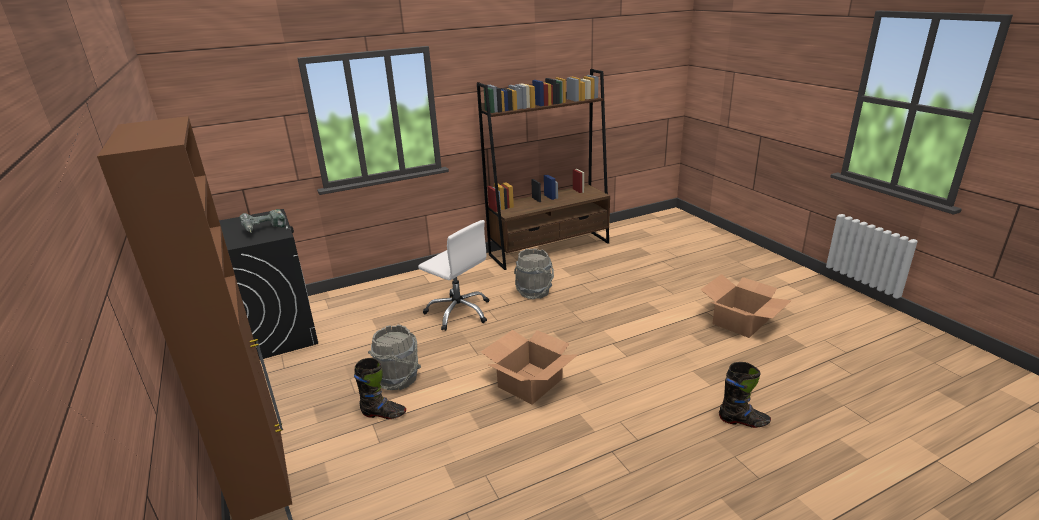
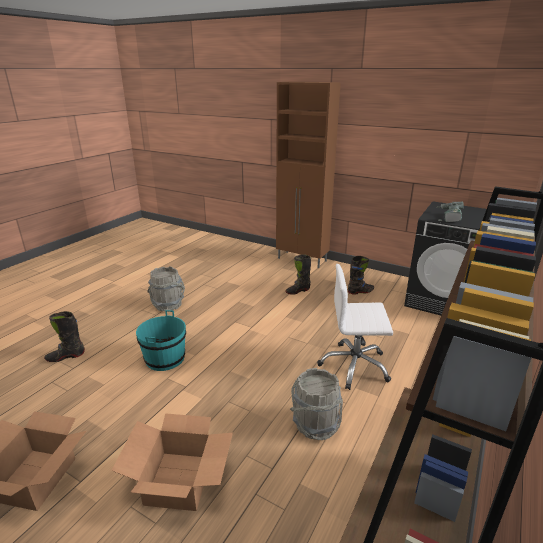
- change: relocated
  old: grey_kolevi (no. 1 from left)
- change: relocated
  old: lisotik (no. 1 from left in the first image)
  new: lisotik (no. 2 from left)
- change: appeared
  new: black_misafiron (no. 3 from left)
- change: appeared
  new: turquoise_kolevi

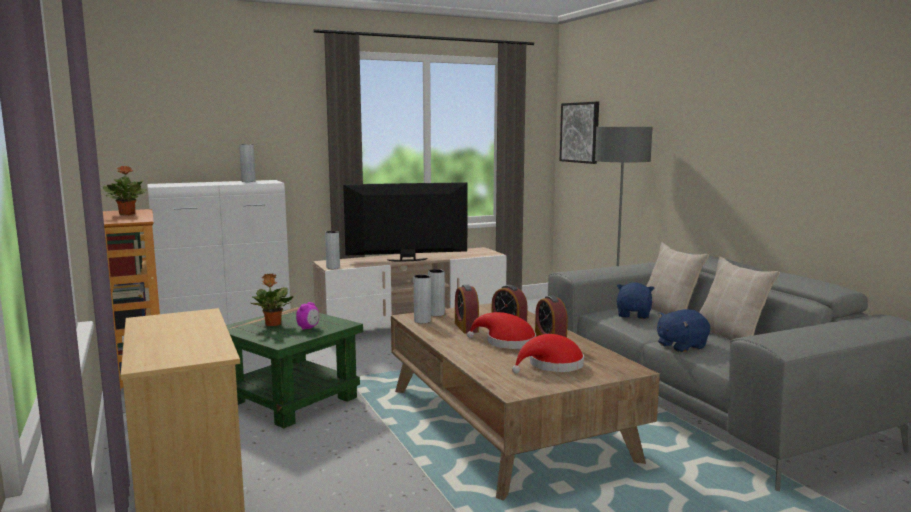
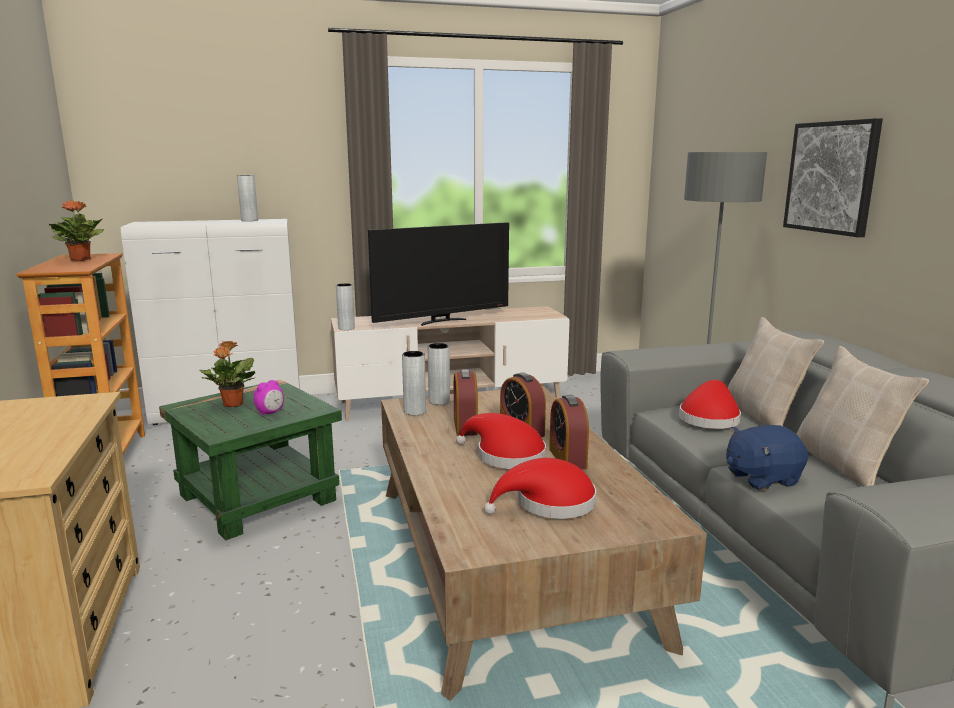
- change: relocated
  old: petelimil
- change: spun
  old: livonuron
  degrees: 150
- change: exchanged
  old: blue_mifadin (no. 1 from left)
  new: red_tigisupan (no. 3 from left)

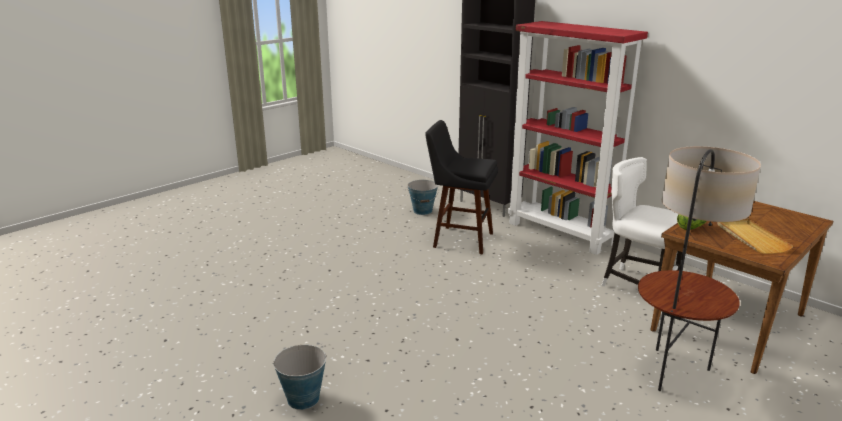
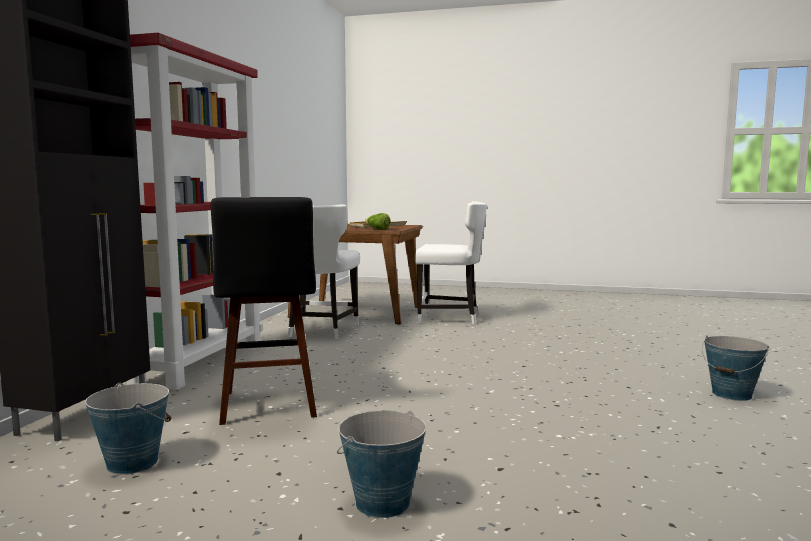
- change: exchanged
  old: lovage
  new: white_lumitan (no. 2 from left)
- change: appeared
  new: kolevi (no. 2 from left)

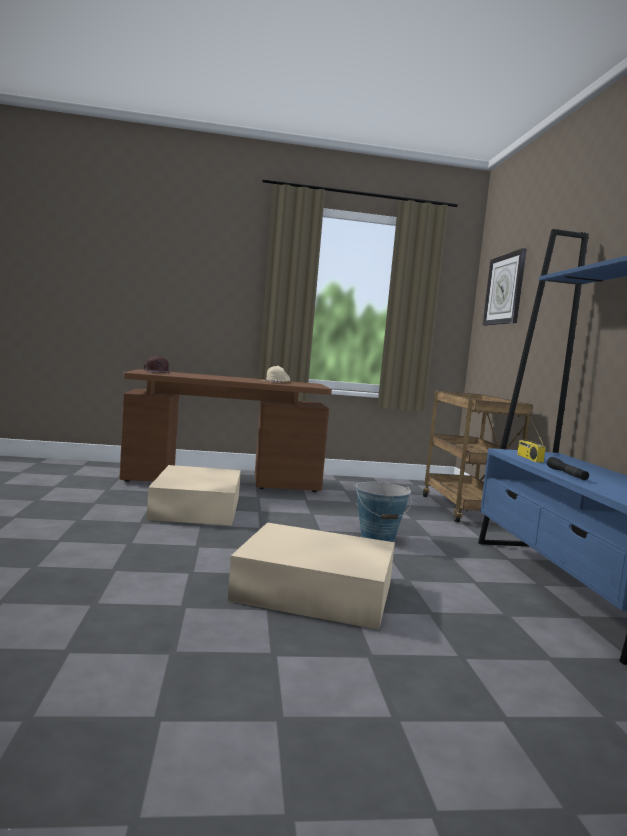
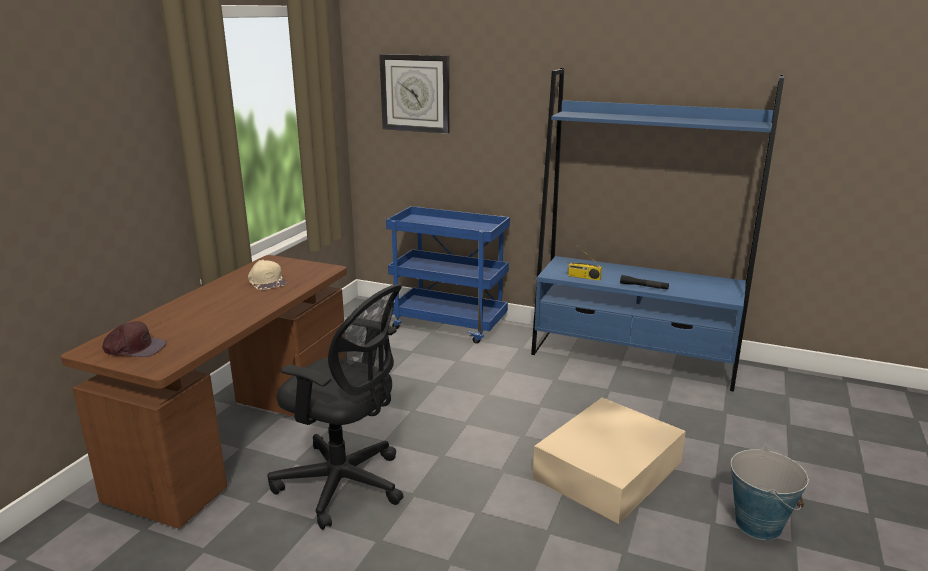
- change: colour
  old: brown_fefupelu
  new: blue_fefupelu
- change: exchanged
  old: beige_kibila (no. 1 from left)
  new: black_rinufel
- change: relocated
  old: kolevi

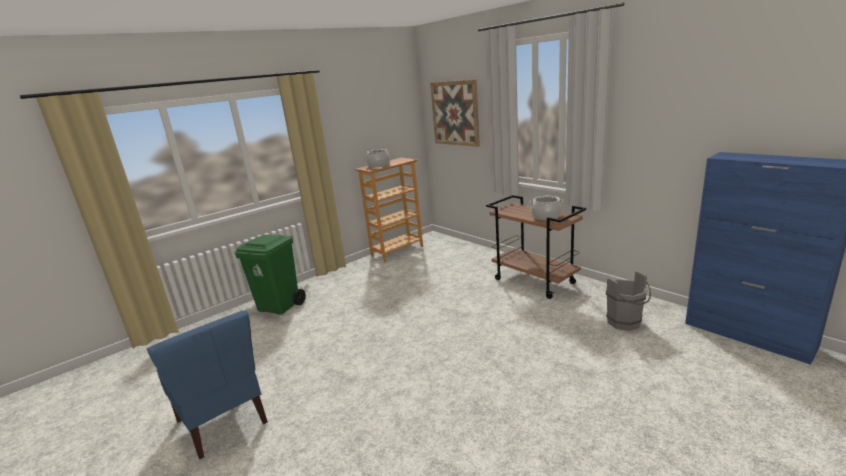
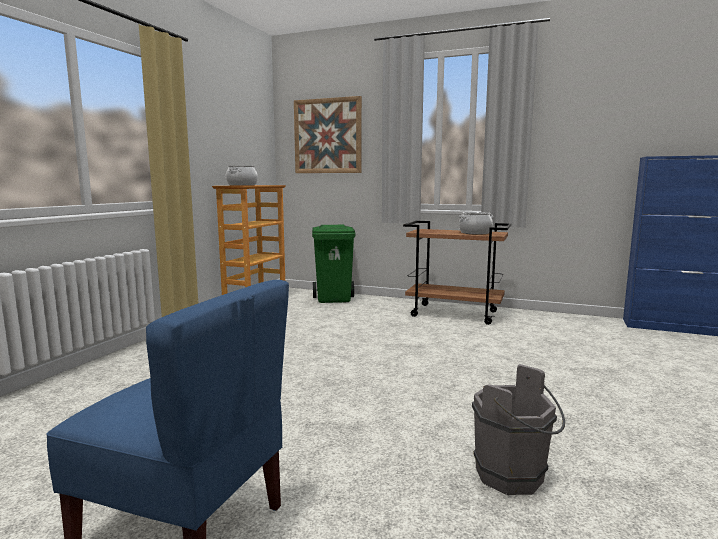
- change: relocated
  old: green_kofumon
- change: relocated
  old: grey_kolevi

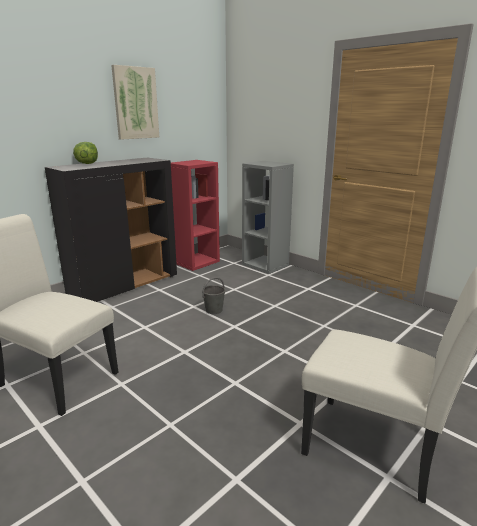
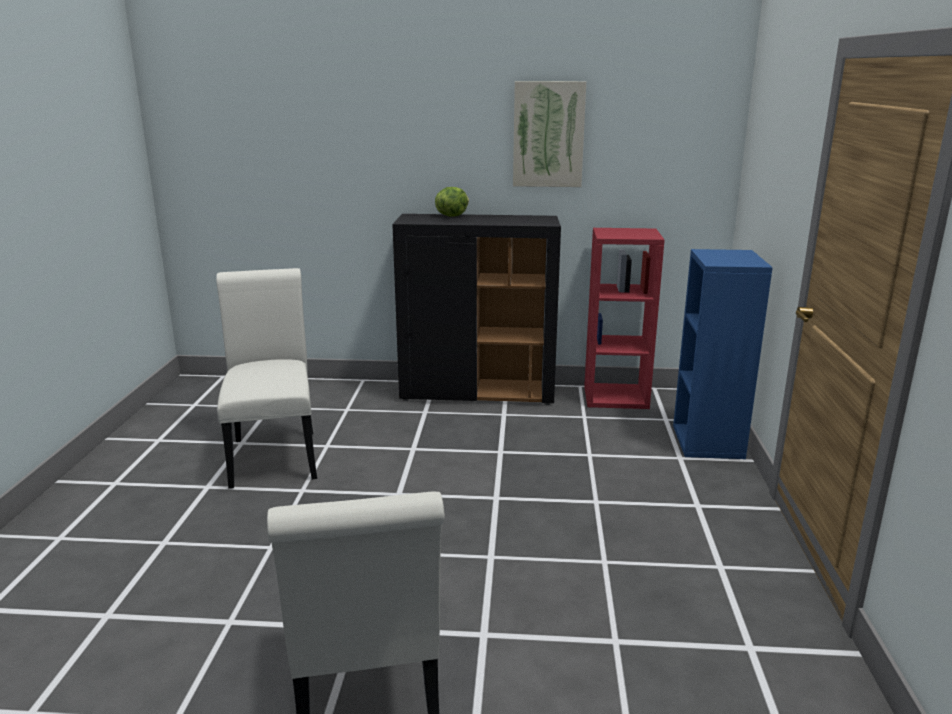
- change: colour
  old: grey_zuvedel
  new: blue_zuvedel
- change: missing
  old: grey_kolevi

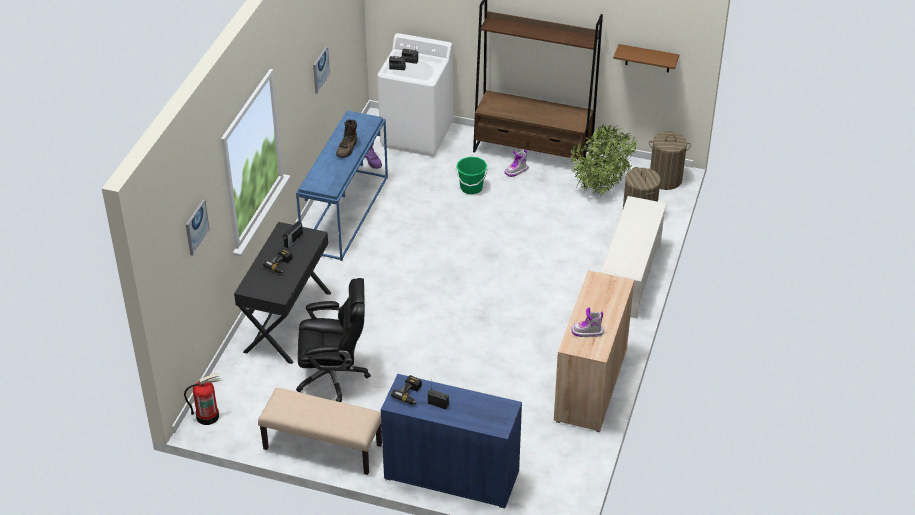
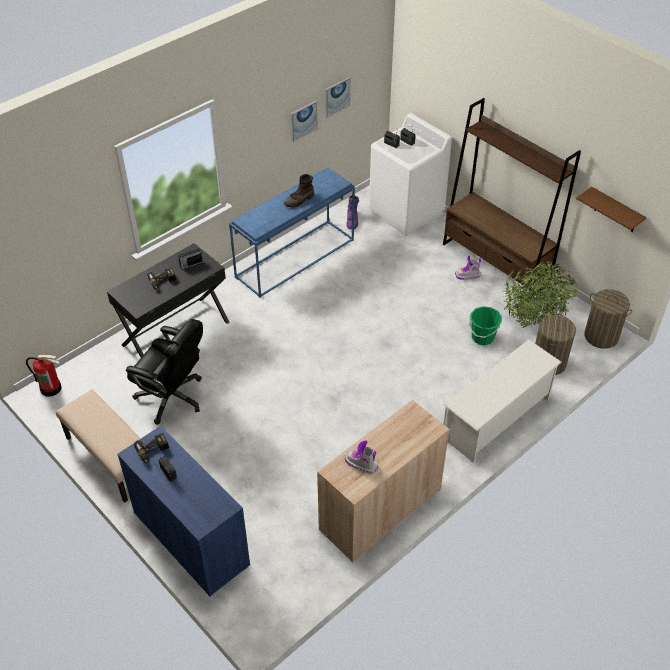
- change: relocated
  old: green_kolevi
- change: relocated
  old: petelimil (no. 1 from left in the first image)
  new: petelimil (no. 2 from left)

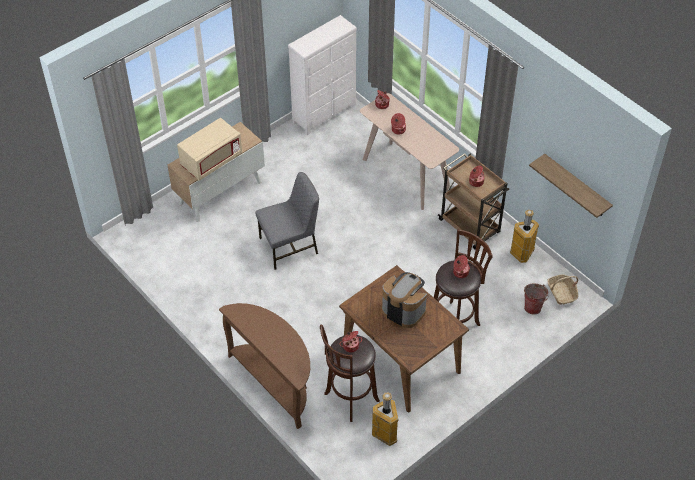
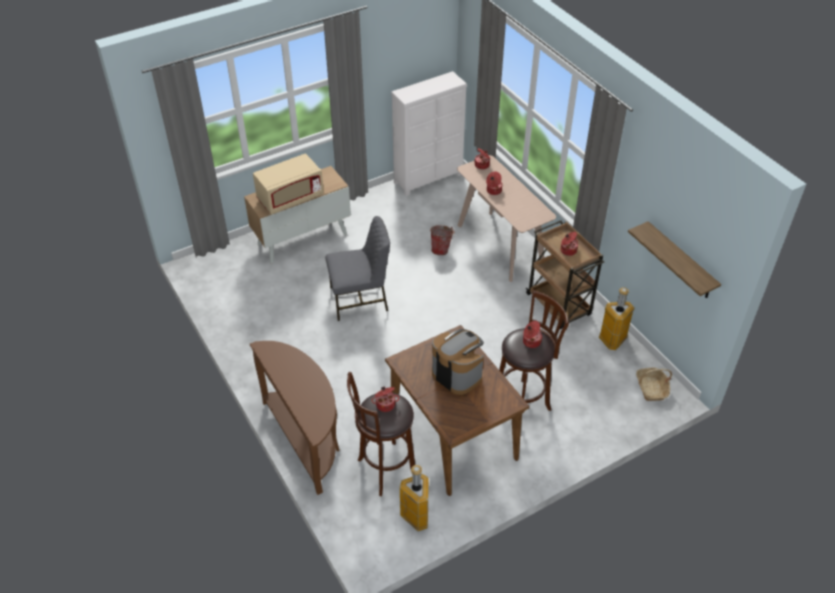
- change: relocated
  old: kolevi

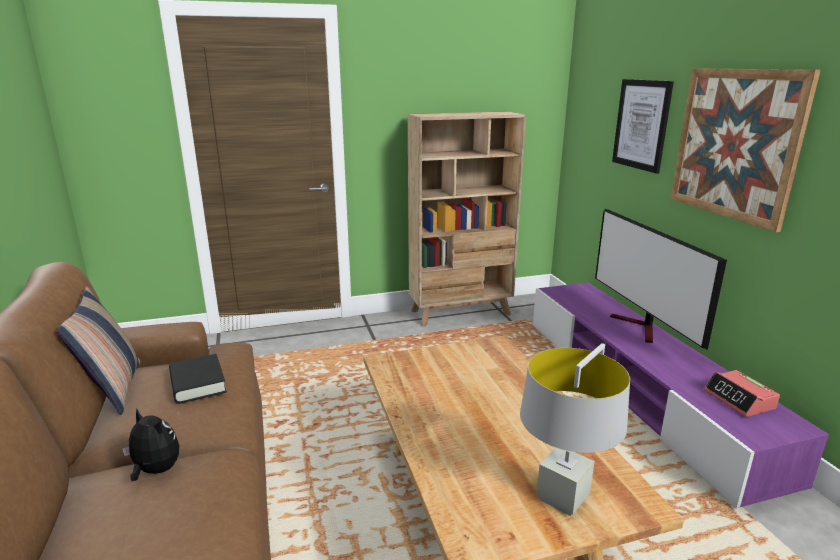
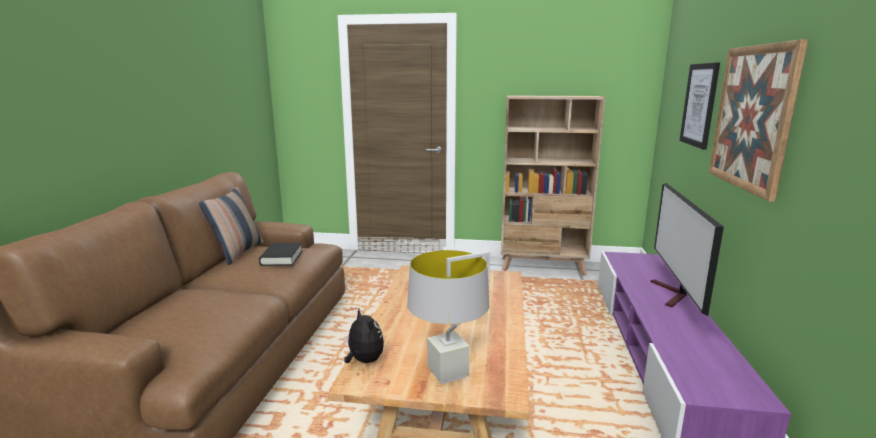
- change: missing
  old: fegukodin
- change: relocated
  old: mifadin

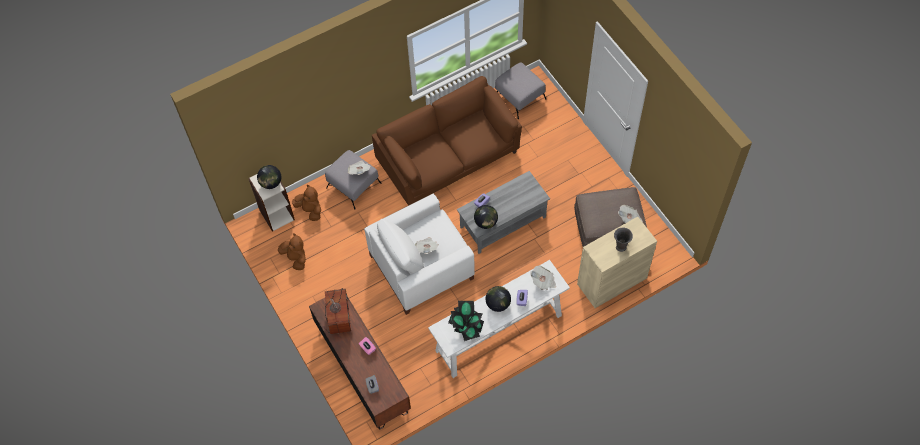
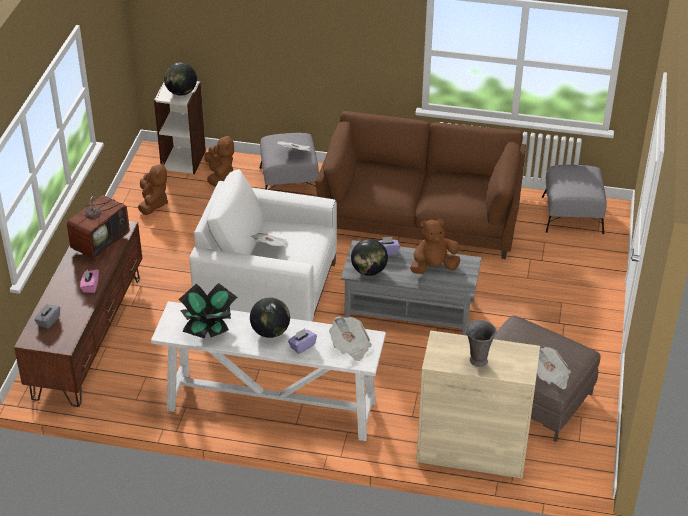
- change: appeared
  new: brown_mifadin (no. 3 from left)

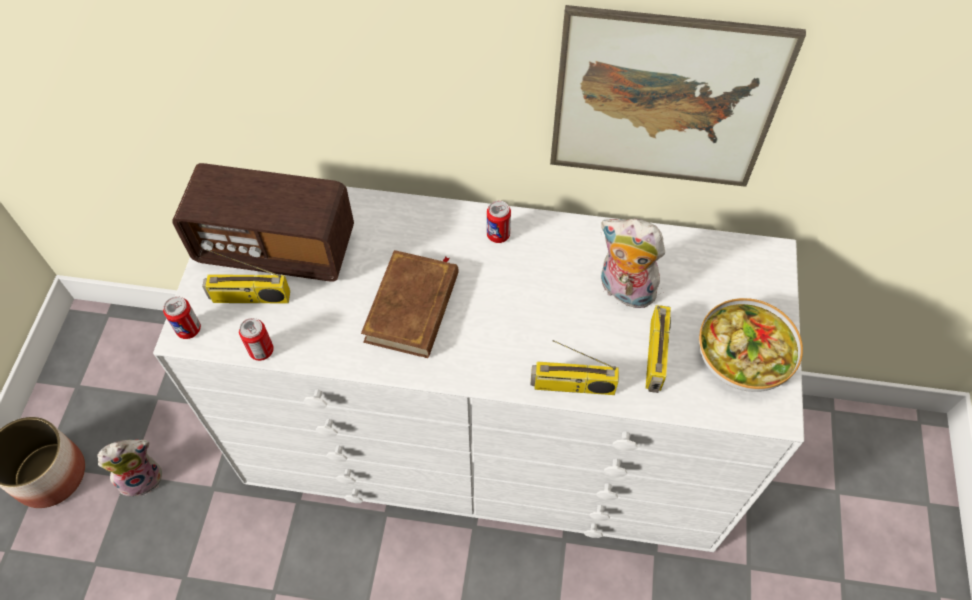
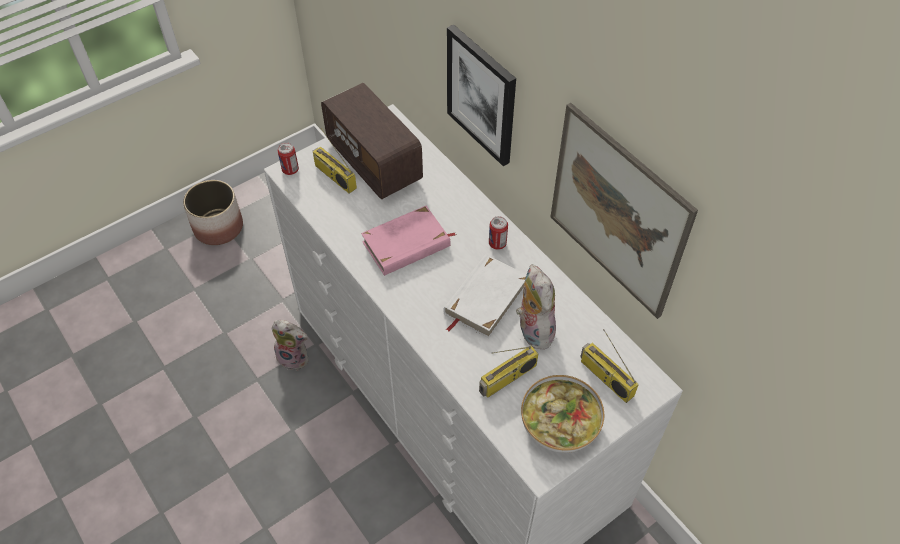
- change: colour
  old: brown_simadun
  new: pink_simadun
- change: missing
  old: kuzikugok (no. 2 from left)
- change: relocated
  old: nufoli (no. 3 from left in the first image)
  new: nufoli (no. 4 from left)
- change: relocated
  old: mifadin (no. 1 from left)
- change: appeared
  new: petelimil (no. 1 from left)
- change: appeared
  new: white_simadun

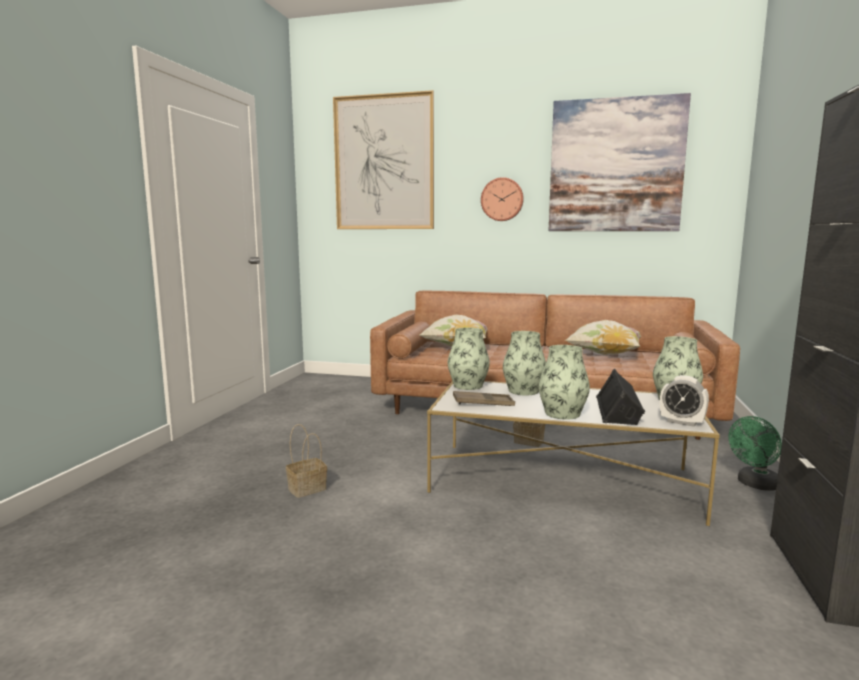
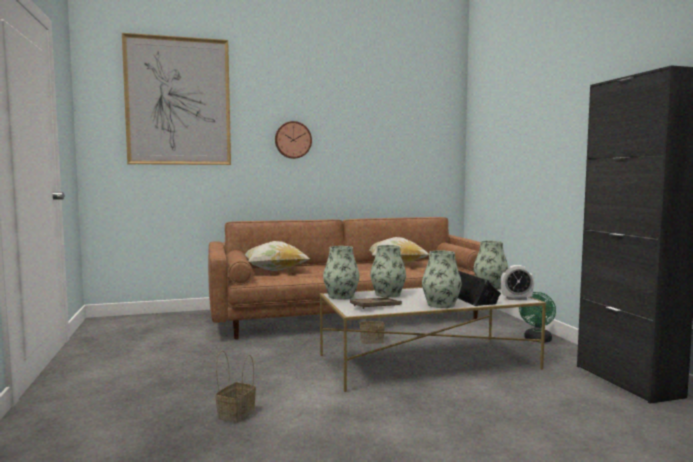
- change: missing
  old: petelimil (no. 2 from left)

